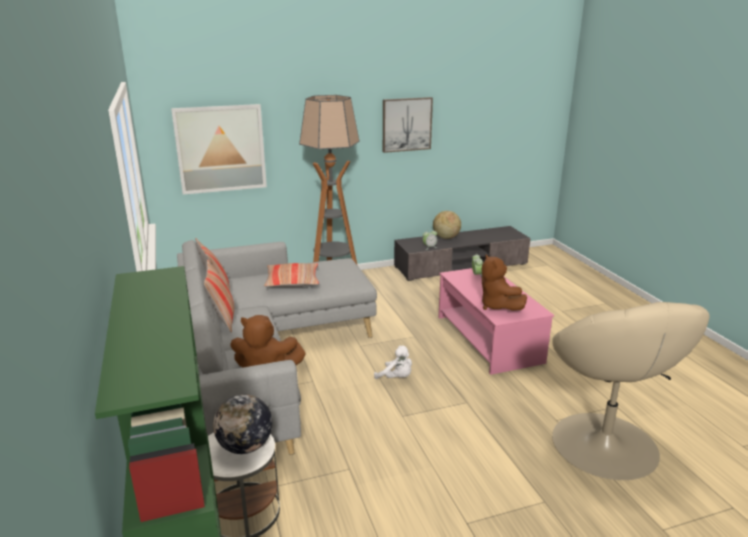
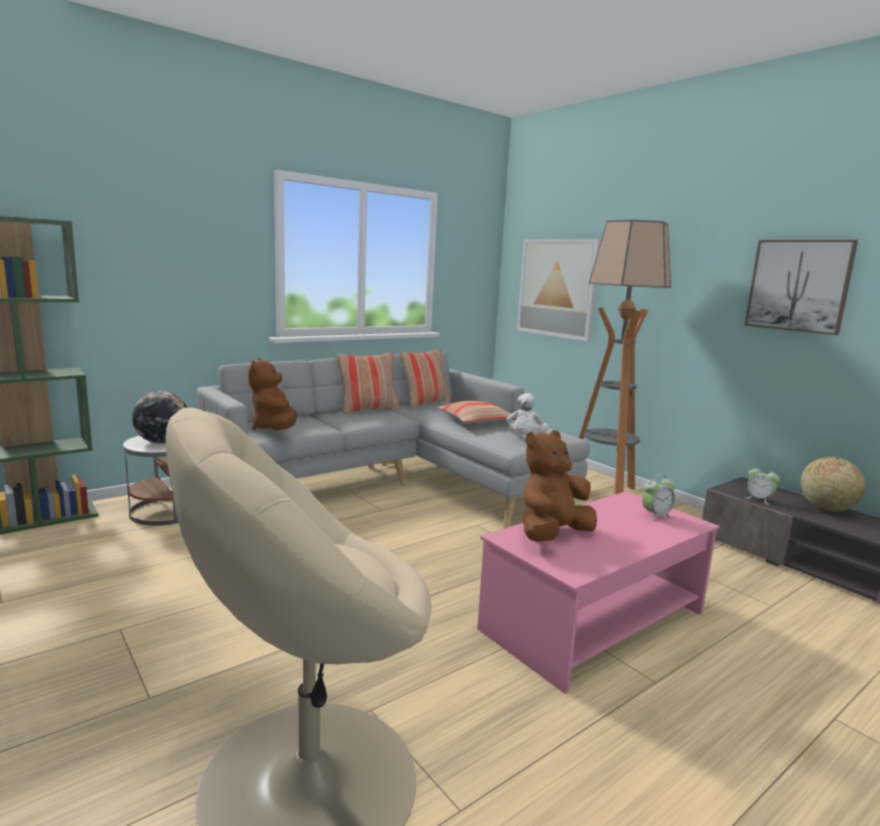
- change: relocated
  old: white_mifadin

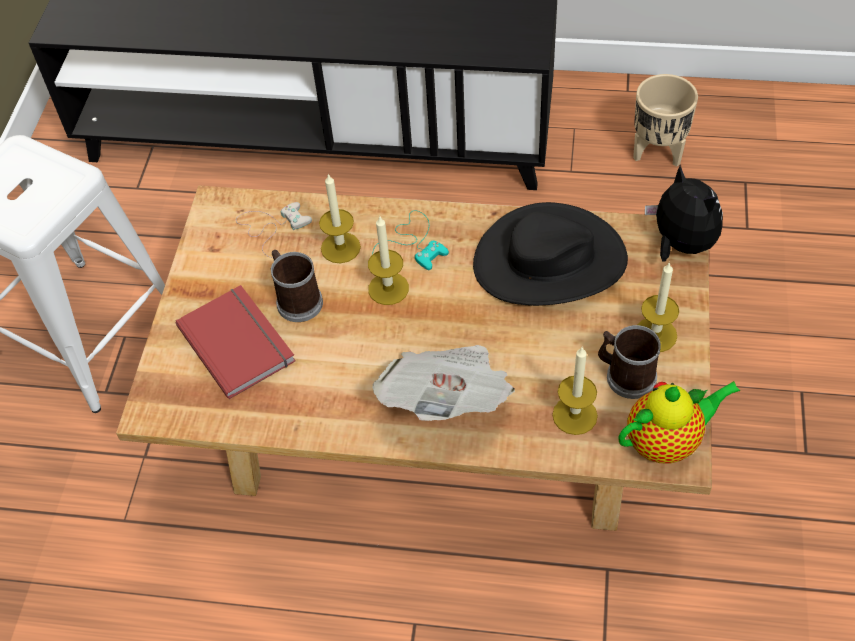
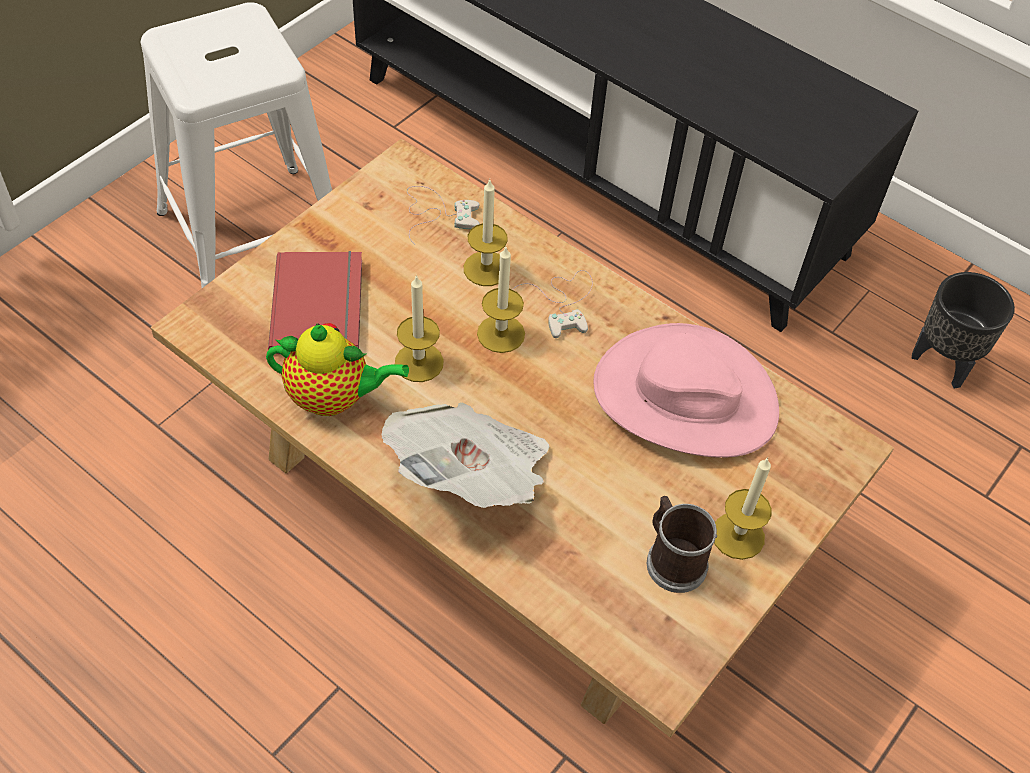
- change: colour
  old: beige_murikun
  new: black_murikun
- change: missing
  old: mifadin
- change: colour
  old: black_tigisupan
  new: pink_tigisupan
- change: colour
  old: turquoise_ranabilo
  new: white_ranabilo (no. 2 from left)
- change: missing
  old: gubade (no. 1 from left)
- change: relocated
  old: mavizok (no. 3 from left in the first image)
  new: mavizok (no. 1 from left)
- change: relocated
  old: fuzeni

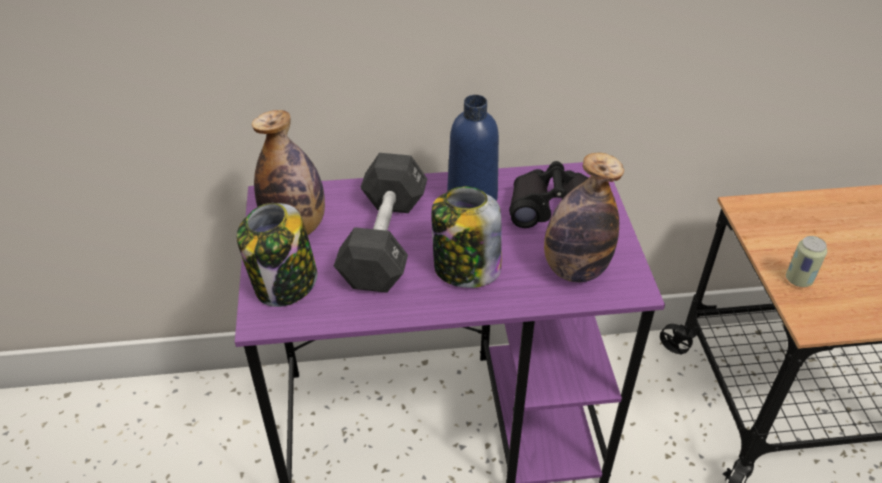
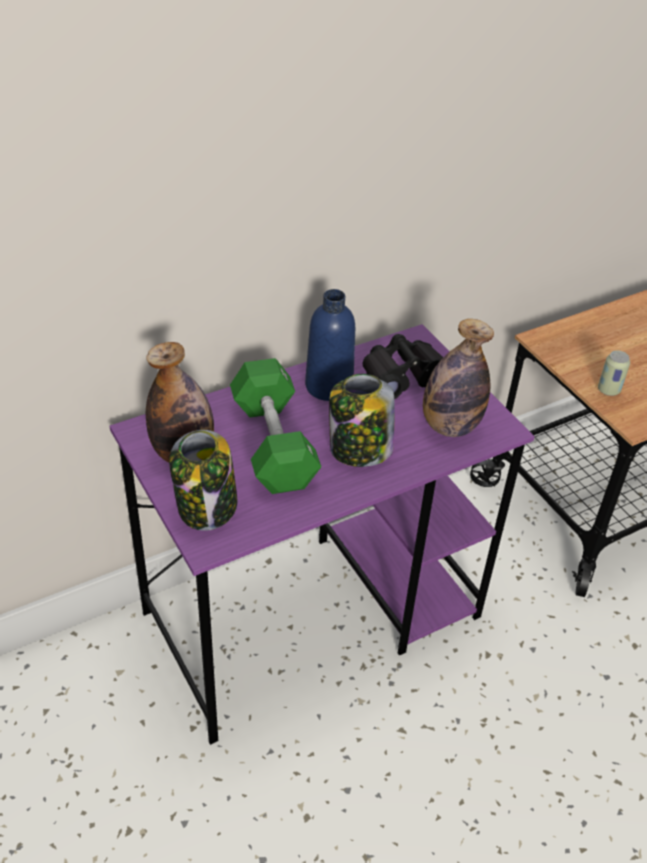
- change: colour
  old: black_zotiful
  new: green_zotiful

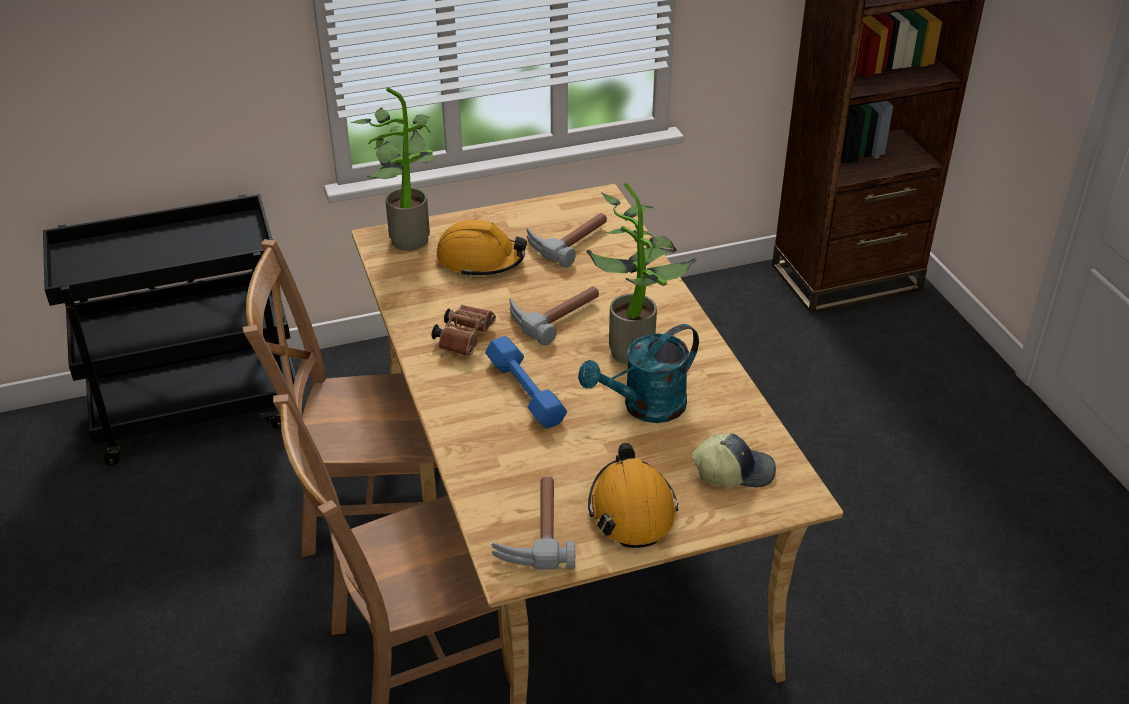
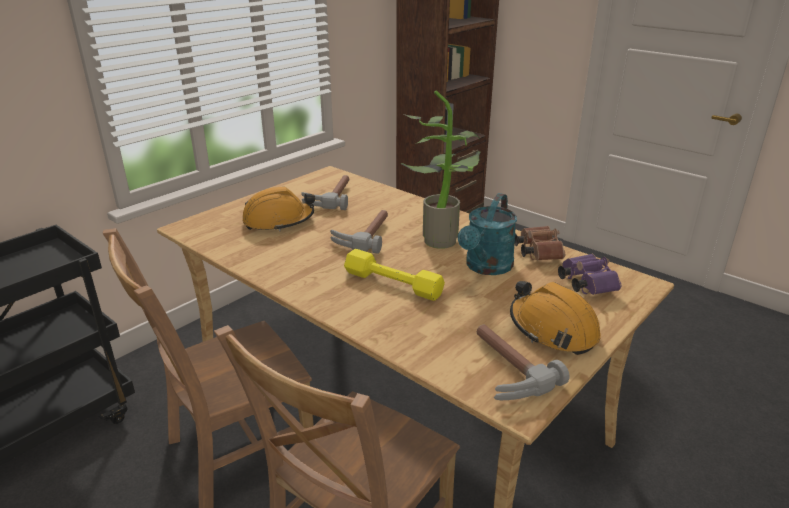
- change: missing
  old: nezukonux (no. 1 from left)
- change: relocated
  old: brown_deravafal
- change: colour
  old: blue_zotiful
  new: yellow_zotiful
- change: exchanged
  old: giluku
  new: purple_deravafal

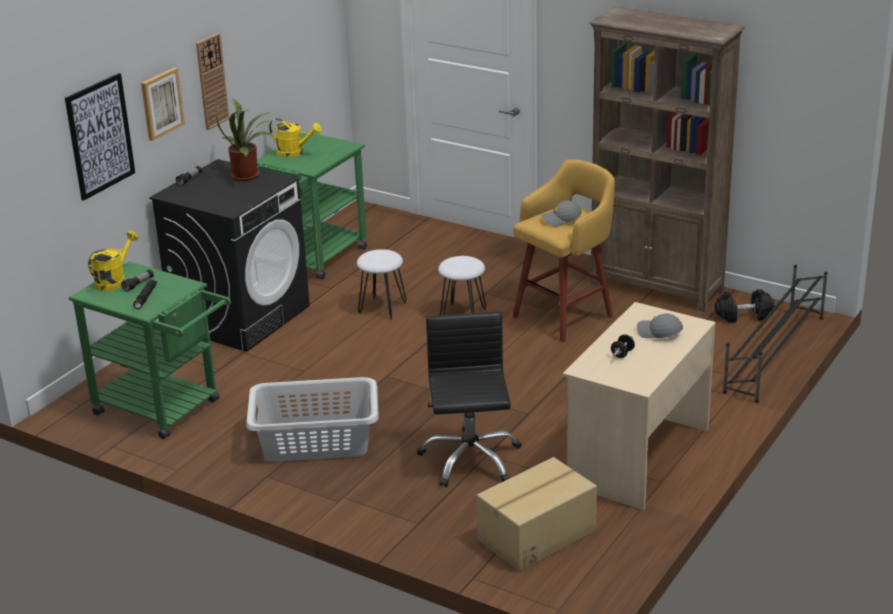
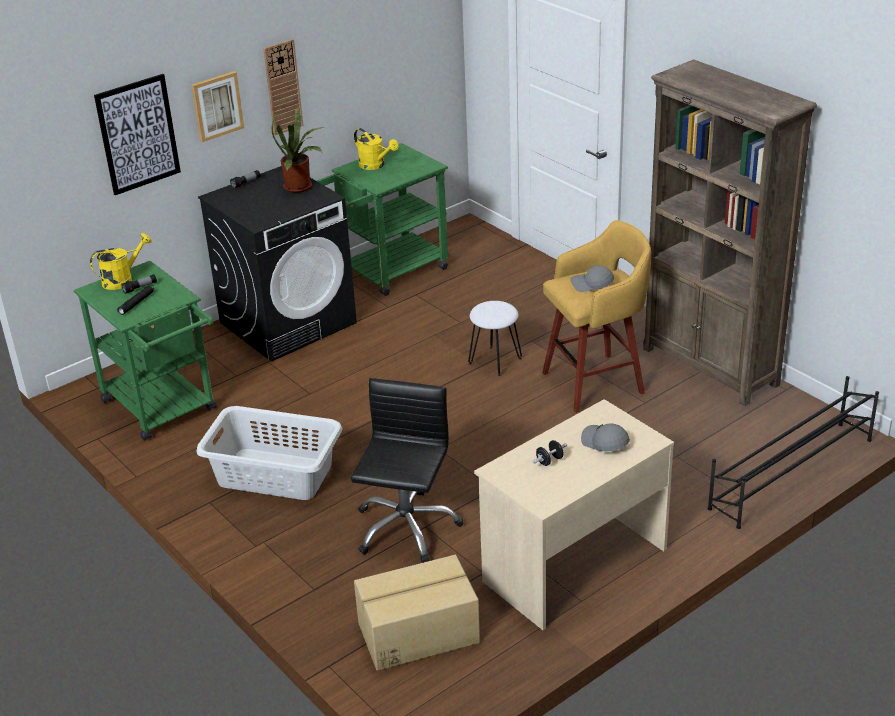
- change: missing
  old: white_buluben (no. 1 from left)
- change: missing
  old: black_zotiful (no. 2 from left)

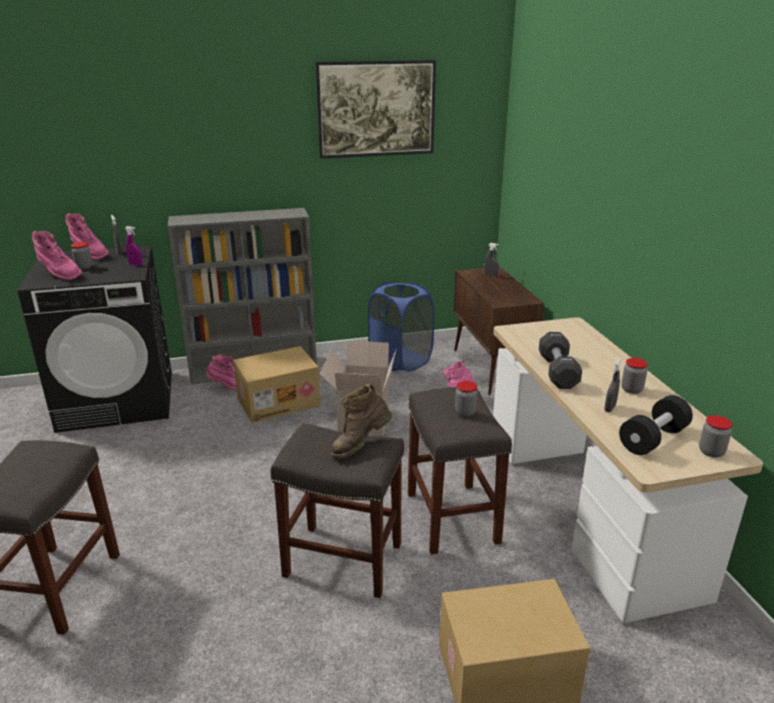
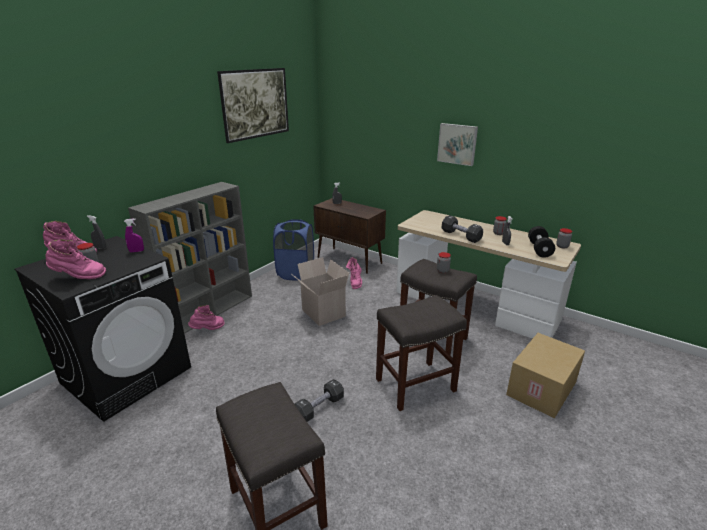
- change: missing
  old: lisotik (no. 1 from left)
- change: missing
  old: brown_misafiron
- change: appeared
  new: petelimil (no. 2 from left)
- change: appeared
  new: black_zotiful (no. 1 from left)

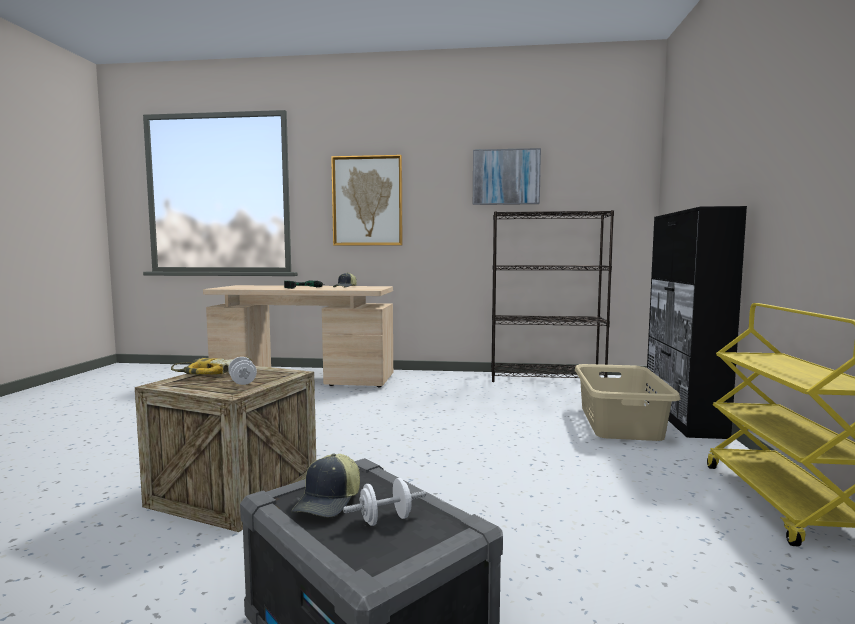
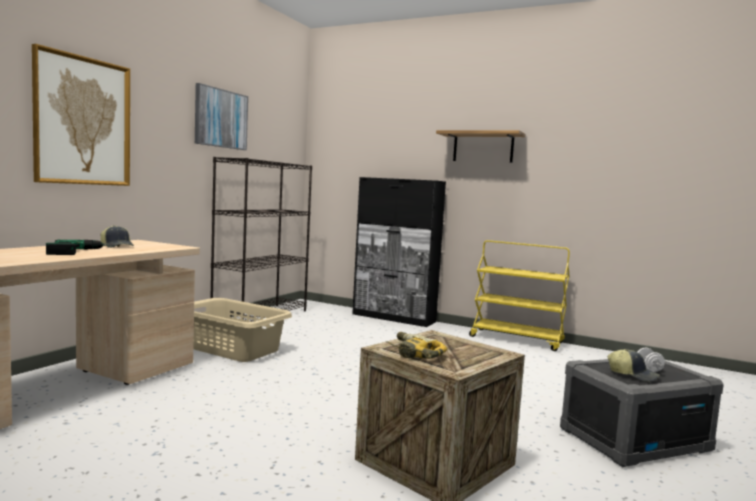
- change: missing
  old: white_zotiful (no. 1 from left)
- change: relocated
  old: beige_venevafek
- change: appeared
  new: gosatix

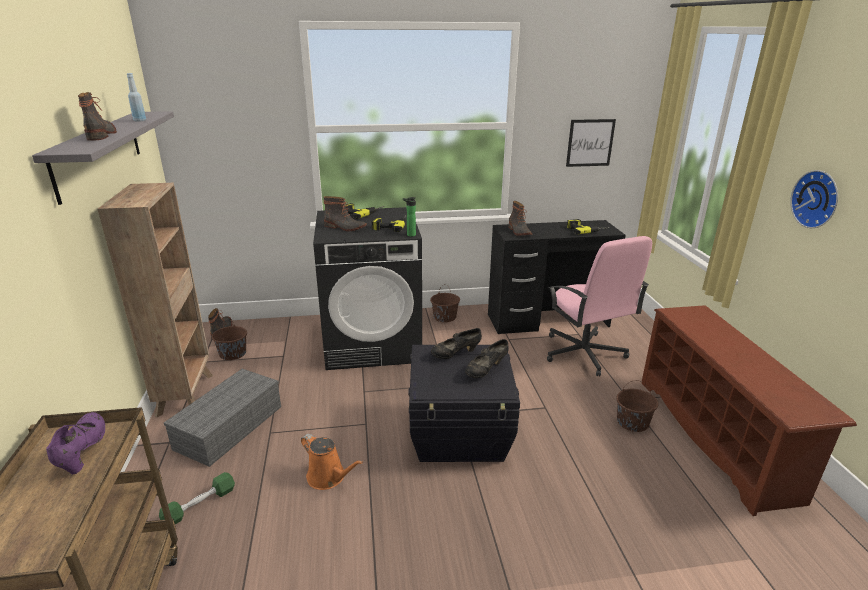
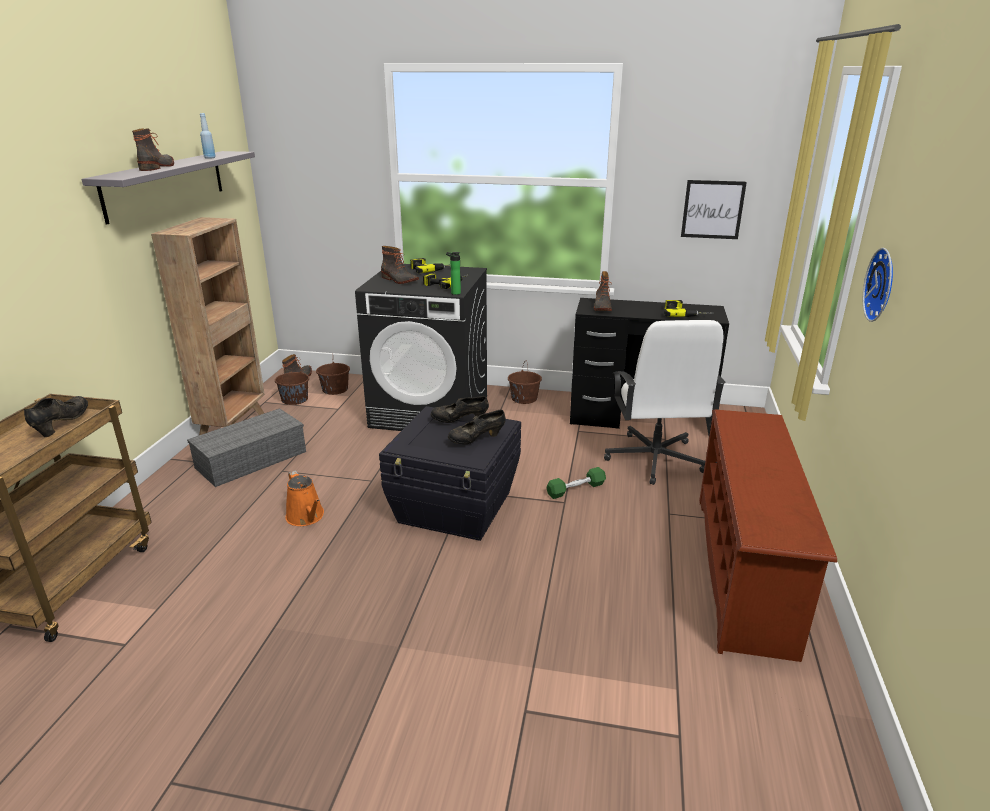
- change: colour
  old: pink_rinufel
  new: white_rinufel
- change: relocated
  old: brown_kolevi (no. 3 from left in the first image)
  new: brown_kolevi (no. 2 from left)
- change: colour
  old: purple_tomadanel
  new: black_tomadanel (no. 1 from left)
- change: relocated
  old: green_zotiful

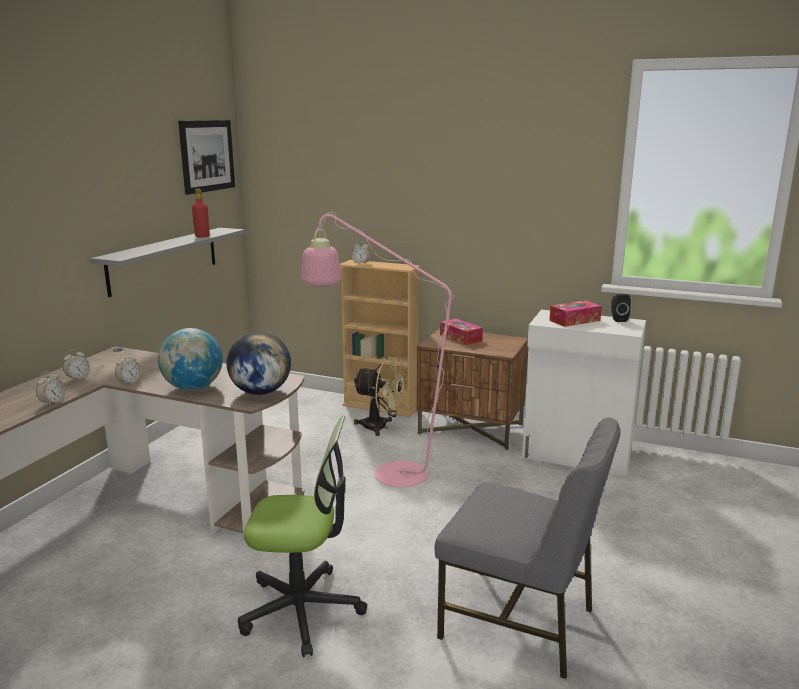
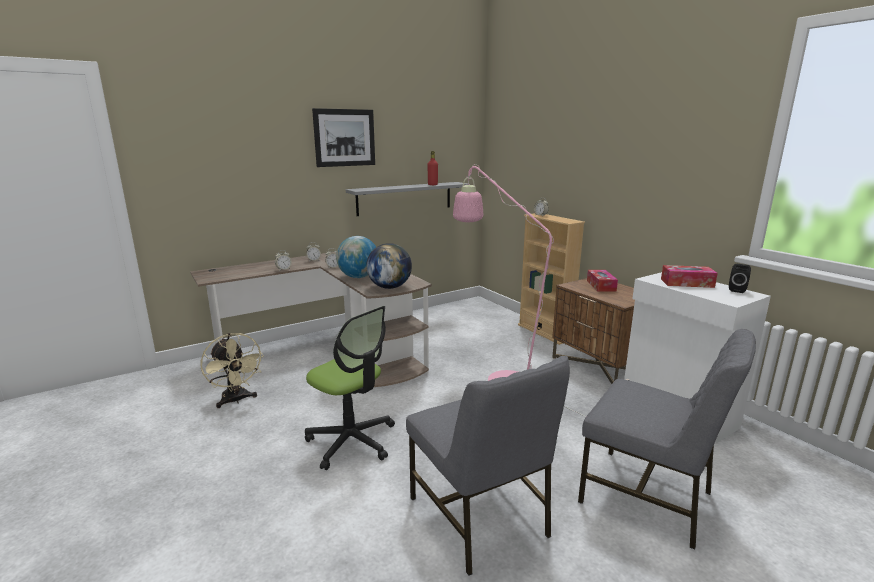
- change: relocated
  old: petelimil
- change: relocated
  old: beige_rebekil
- change: appeared
  new: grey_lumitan (no. 2 from left)

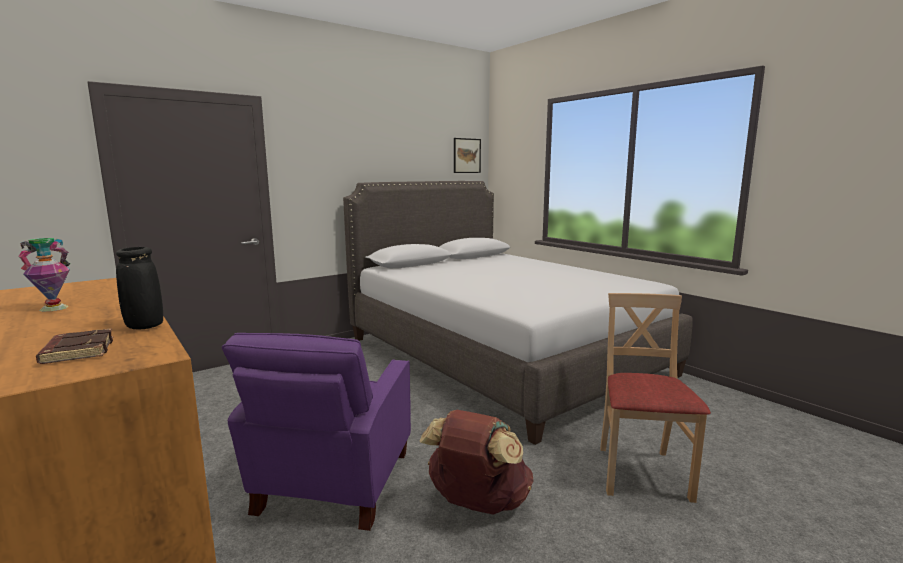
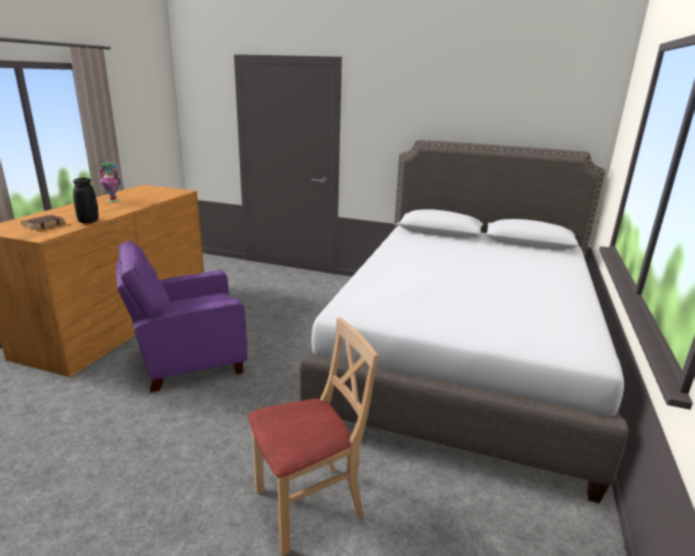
- change: missing
  old: petelimil
- change: missing
  old: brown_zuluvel

